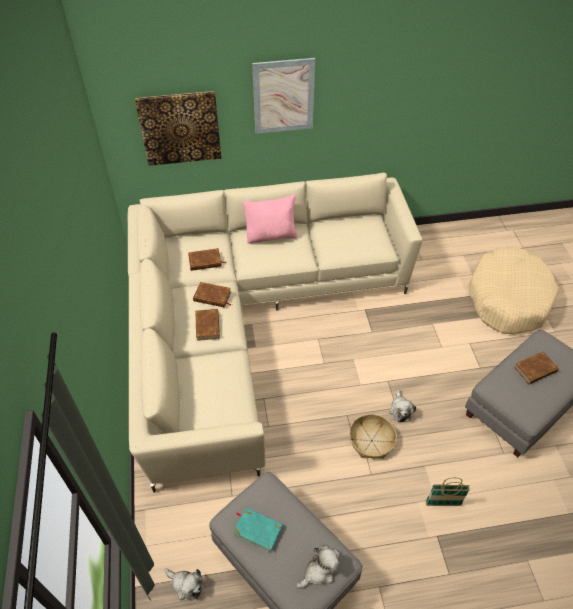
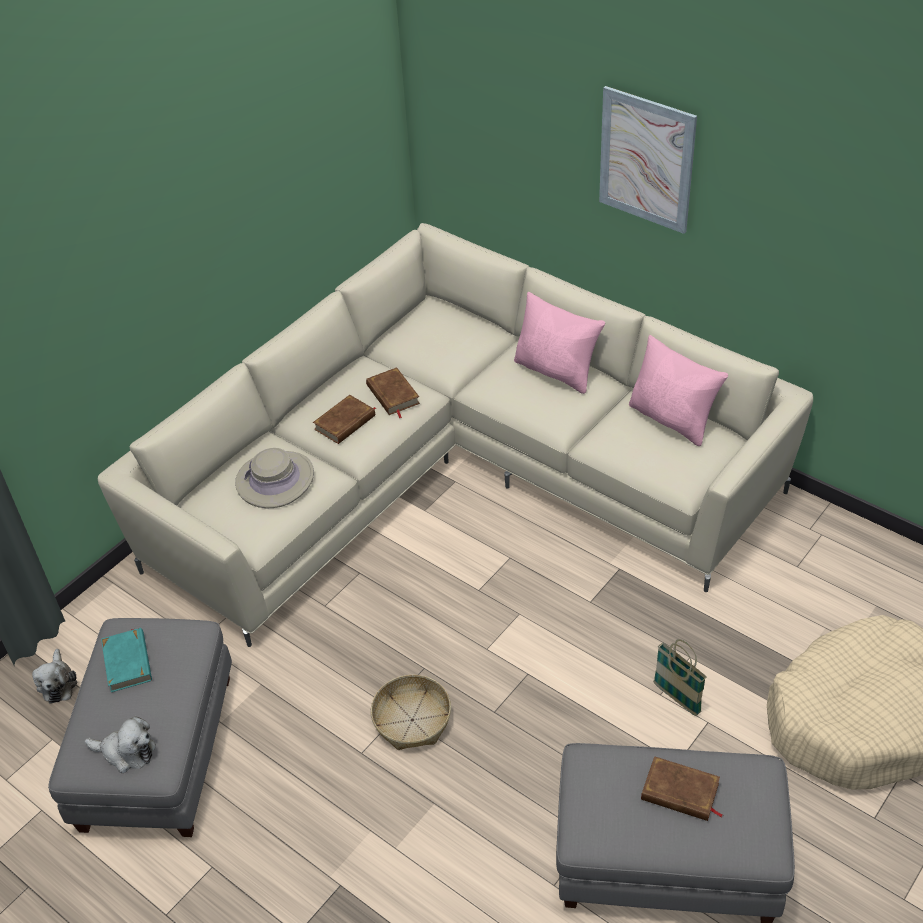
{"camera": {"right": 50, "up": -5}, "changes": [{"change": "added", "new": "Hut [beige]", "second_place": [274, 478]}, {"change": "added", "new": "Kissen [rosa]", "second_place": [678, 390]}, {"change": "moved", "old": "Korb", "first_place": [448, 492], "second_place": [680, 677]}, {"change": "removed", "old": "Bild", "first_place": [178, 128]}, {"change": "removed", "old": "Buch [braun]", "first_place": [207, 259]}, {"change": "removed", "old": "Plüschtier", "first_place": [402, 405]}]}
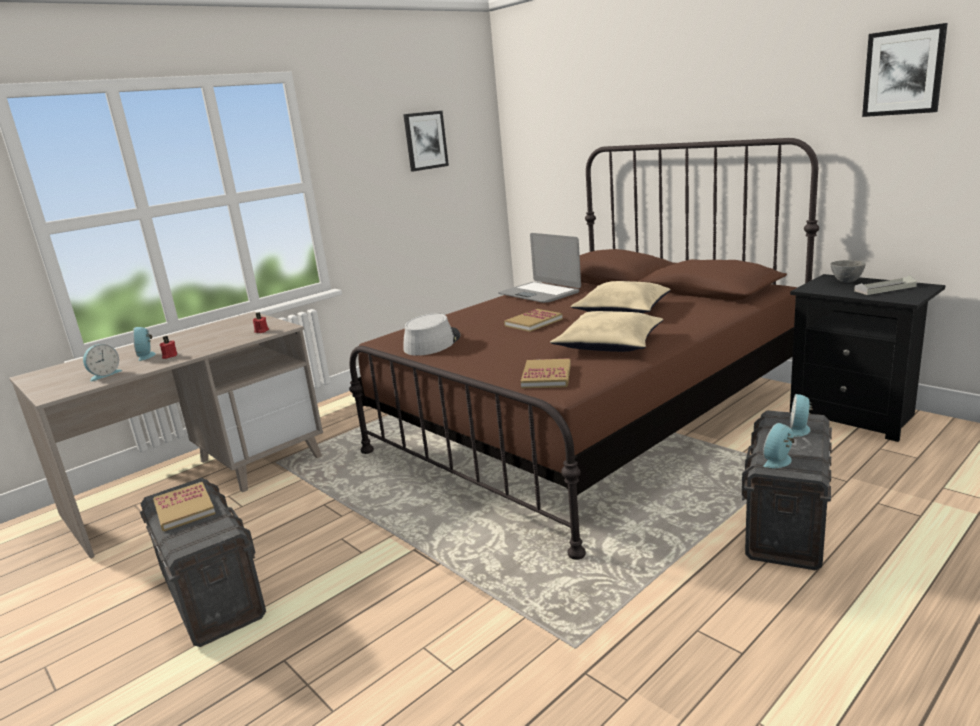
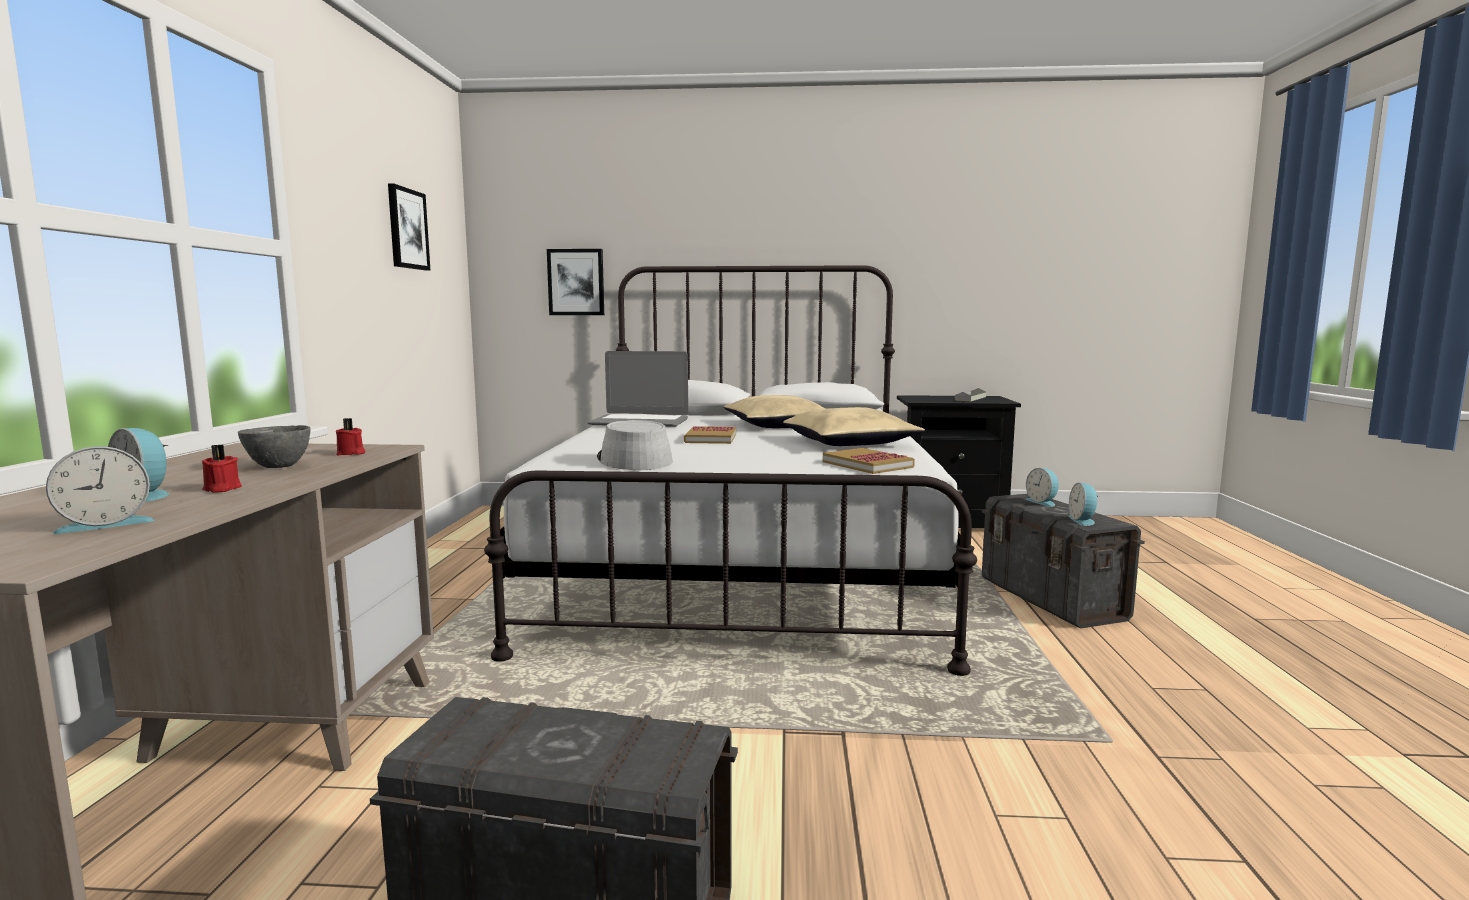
{"camera": {"right": -45, "up": -10}, "changes": [{"change": "turned", "old": "Wecker", "first_place": [103, 362], "second_place": [100, 490], "degrees": 60}, {"change": "moved", "old": "Schüssel [grau]", "first_place": [848, 271], "second_place": [274, 446]}, {"change": "recoloured", "old": "Bett [braun]", "new": "Bett [weiß]", "first_place": [584, 349], "second_place": [730, 470]}, {"change": "moved", "old": "Bild", "first_place": [905, 70], "second_place": [575, 282]}, {"change": "removed", "old": "Buch", "first_place": [184, 506]}]}
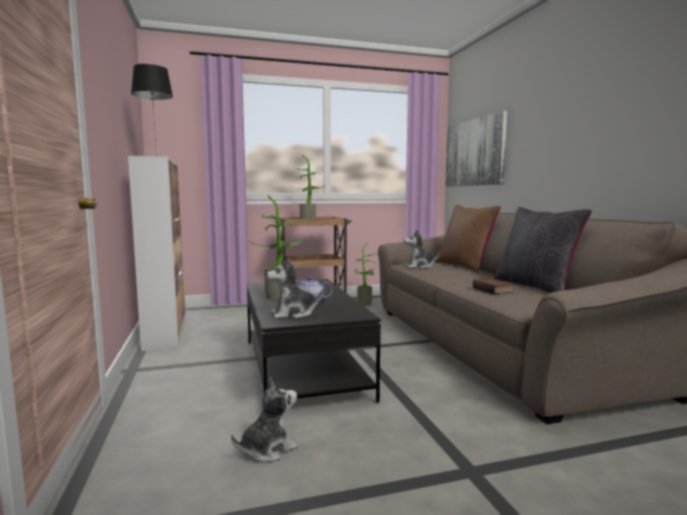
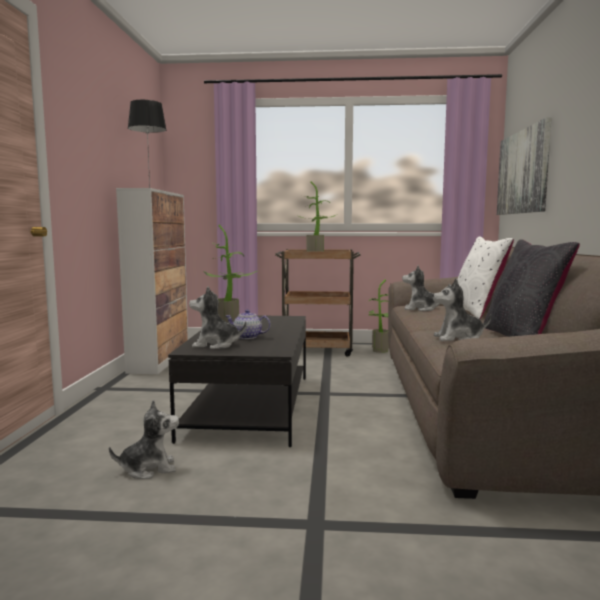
{"camera": {"right": 20, "up": 0}, "changes": [{"change": "replaced", "old": "Buch", "new": "Plüschtier", "first_place": [493, 286], "second_place": [462, 309]}, {"change": "recoloured", "old": "Kissen [braun]", "new": "Kissen [weiß]", "first_place": [468, 238], "second_place": [485, 278]}]}
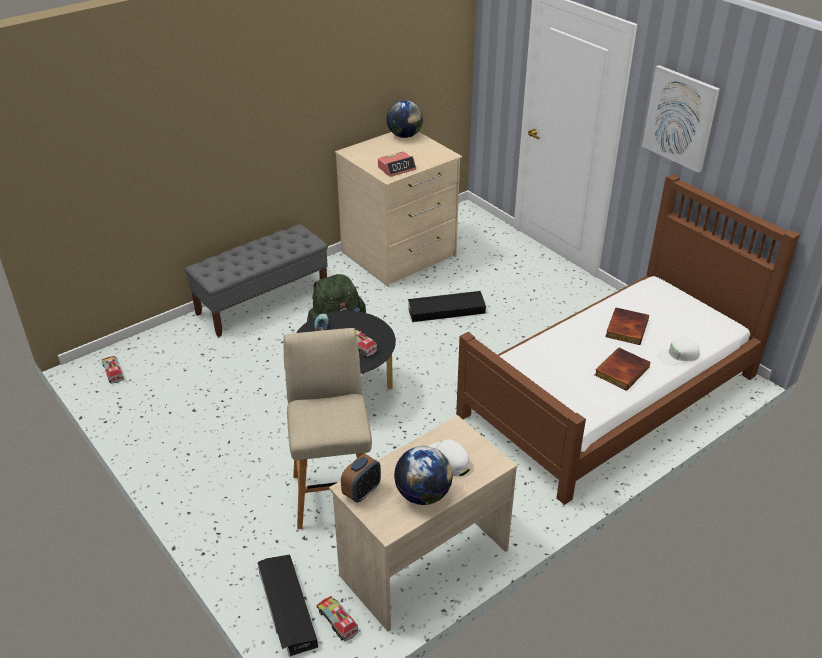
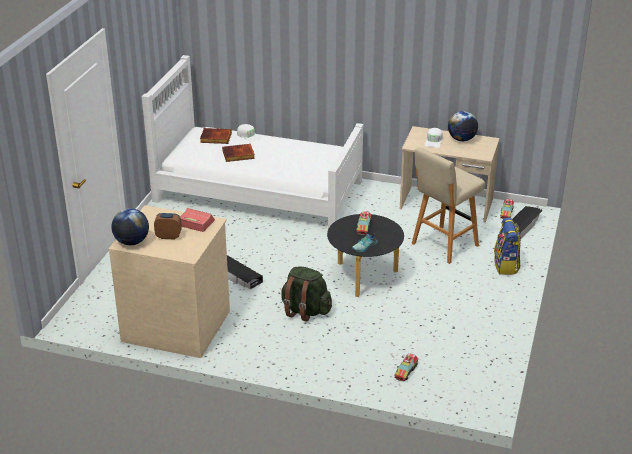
{"camera": {"right": -125, "up": -5}, "changes": [{"change": "recoloured", "old": "Bett [braun]", "new": "Bett [weiß]", "first_place": [628, 339], "second_place": [252, 142]}, {"change": "moved", "old": "Wecker", "first_place": [361, 478], "second_place": [168, 226]}, {"change": "moved", "old": "Buch", "first_place": [622, 369], "second_place": [216, 136]}, {"change": "moved", "old": "Spielzeuglaster", "first_place": [112, 370], "second_place": [406, 367]}, {"change": "added", "new": "Rucksack", "second_place": [507, 246]}, {"change": "removed", "old": "Bank [grau]", "first_place": [256, 280]}, {"change": "removed", "old": "Bild", "first_place": [681, 119]}]}
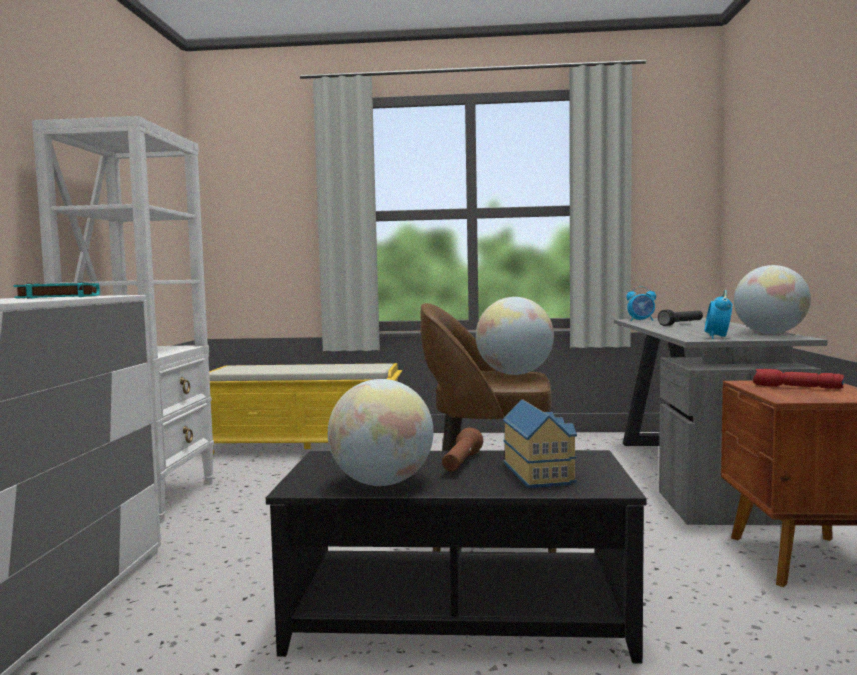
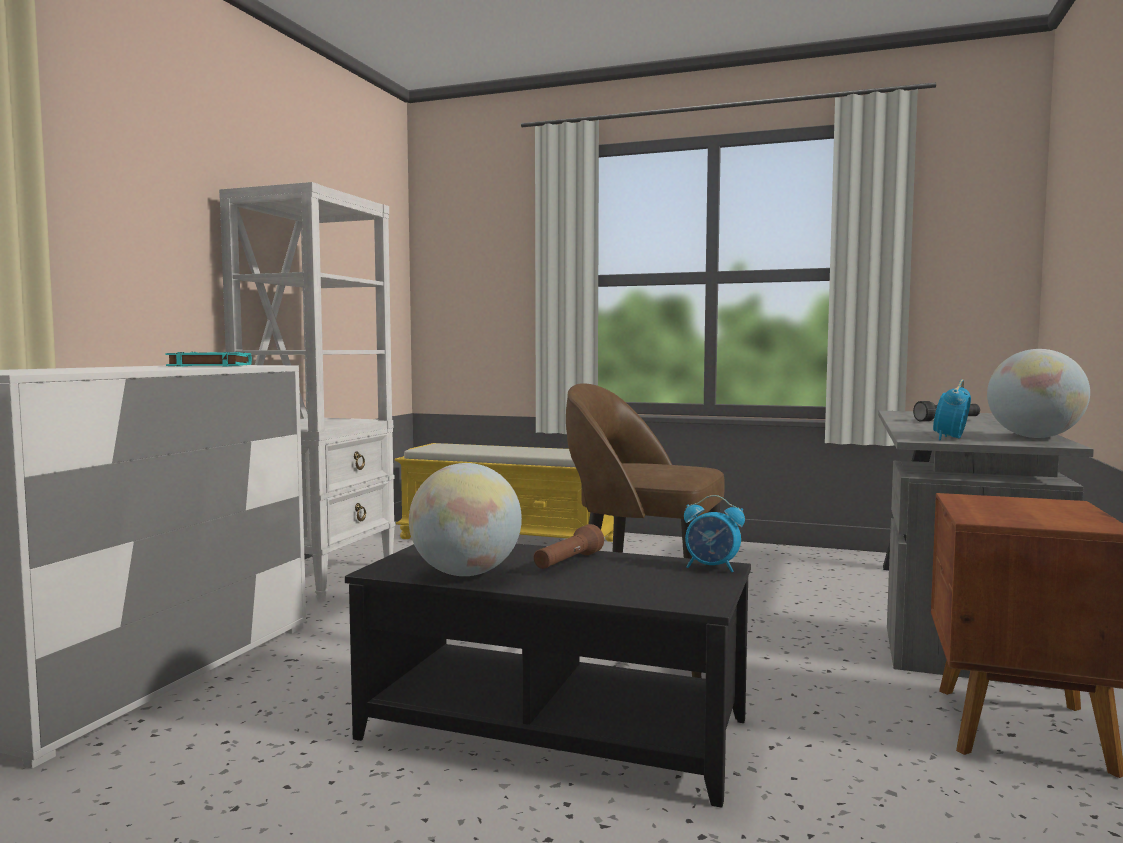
{"camera": {"right": 15, "up": 0}, "changes": [{"change": "moved", "old": "Wecker", "first_place": [641, 303], "second_place": [714, 533]}, {"change": "removed", "old": "Globus", "first_place": [515, 336]}, {"change": "removed", "old": "Spielzeughaus", "first_place": [540, 443]}, {"change": "removed", "old": "Taschenlampe [rot]", "first_place": [798, 379]}]}
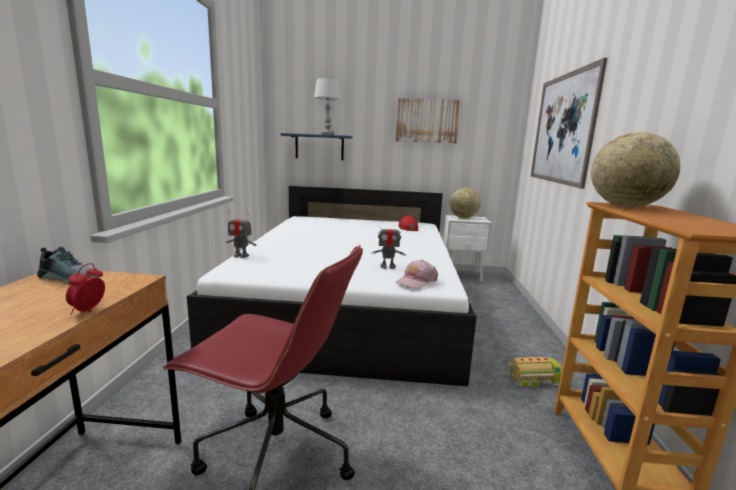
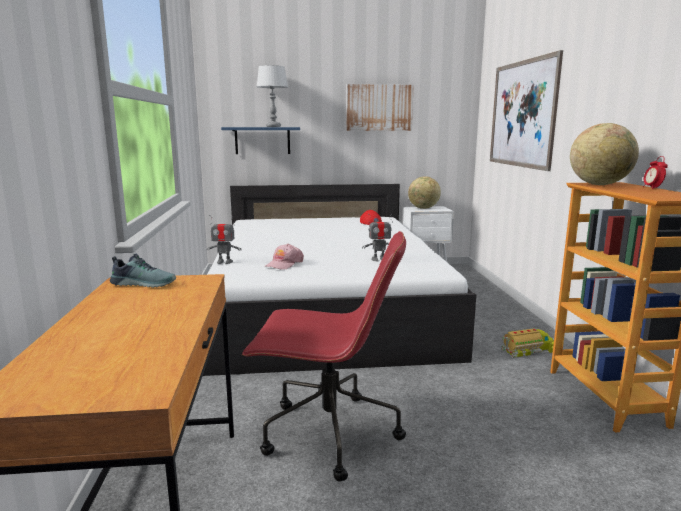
{"camera": {"right": -10, "up": 0}, "changes": [{"change": "moved", "old": "Kappe [rosa]", "first_place": [417, 274], "second_place": [284, 257]}, {"change": "moved", "old": "Wecker", "first_place": [85, 289], "second_place": [655, 172]}]}
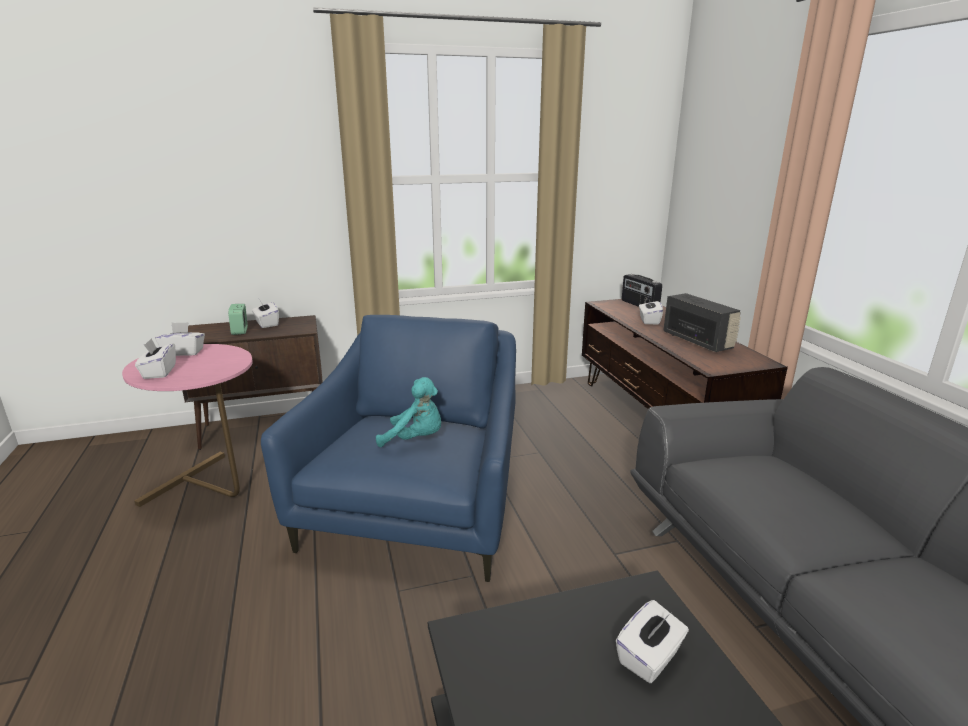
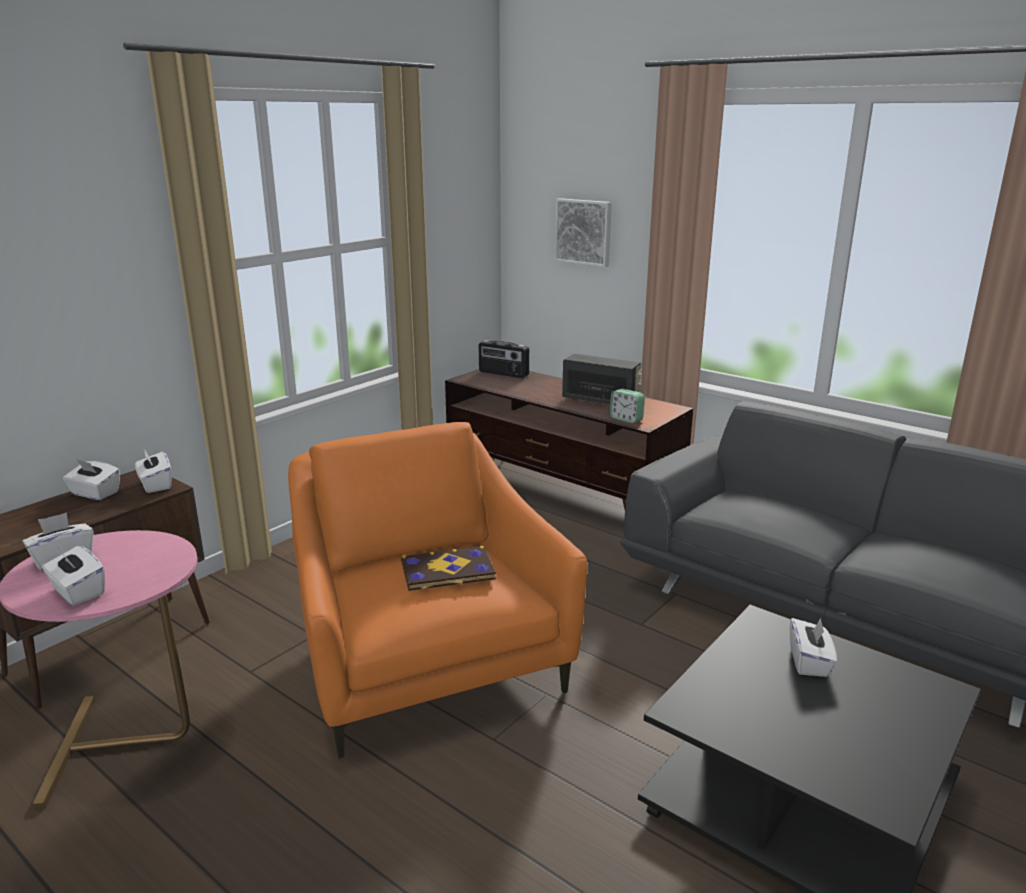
{"camera": {"right": -35, "up": 0}, "changes": [{"change": "moved", "old": "Taschentuchbox [weiß]", "first_place": [651, 311], "second_place": [153, 471]}, {"change": "recoloured", "old": "Sessel [blau]", "new": "Sessel [orange]", "first_place": [388, 448], "second_place": [437, 590]}, {"change": "replaced", "old": "Plüschtier [türkis]", "new": "Buch", "first_place": [408, 412], "second_place": [448, 568]}, {"change": "added", "new": "Bild", "second_place": [583, 232]}, {"change": "moved", "old": "Wecker", "first_place": [238, 319], "second_place": [627, 405]}]}
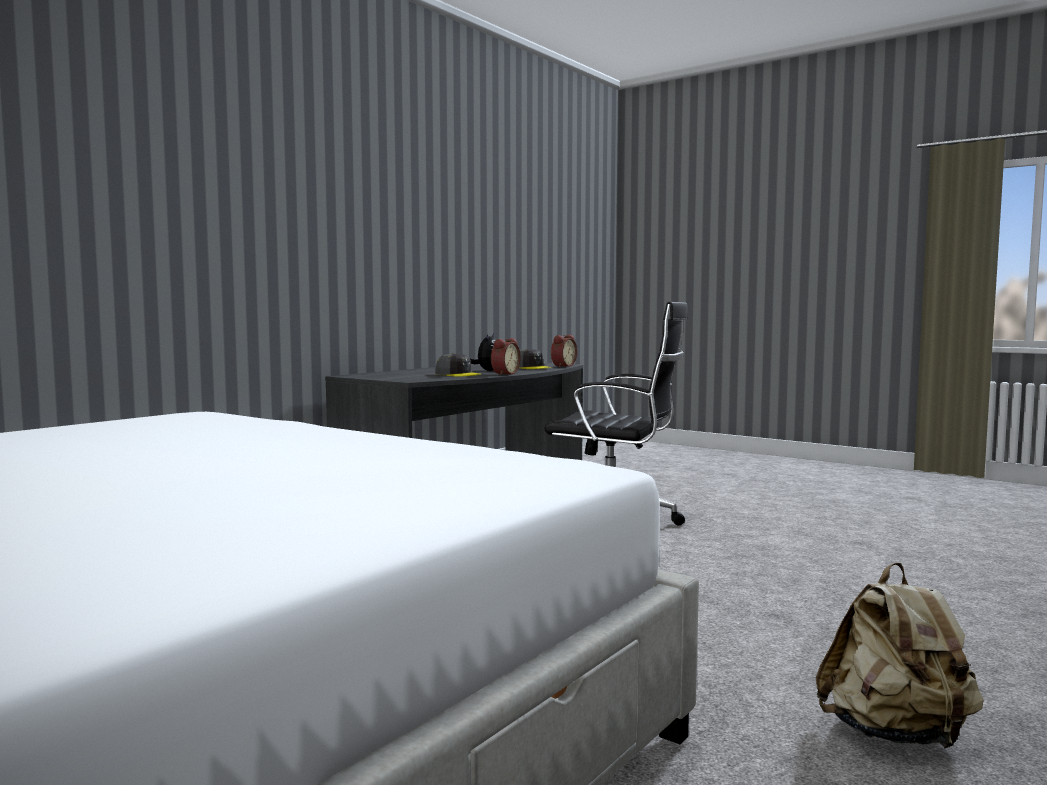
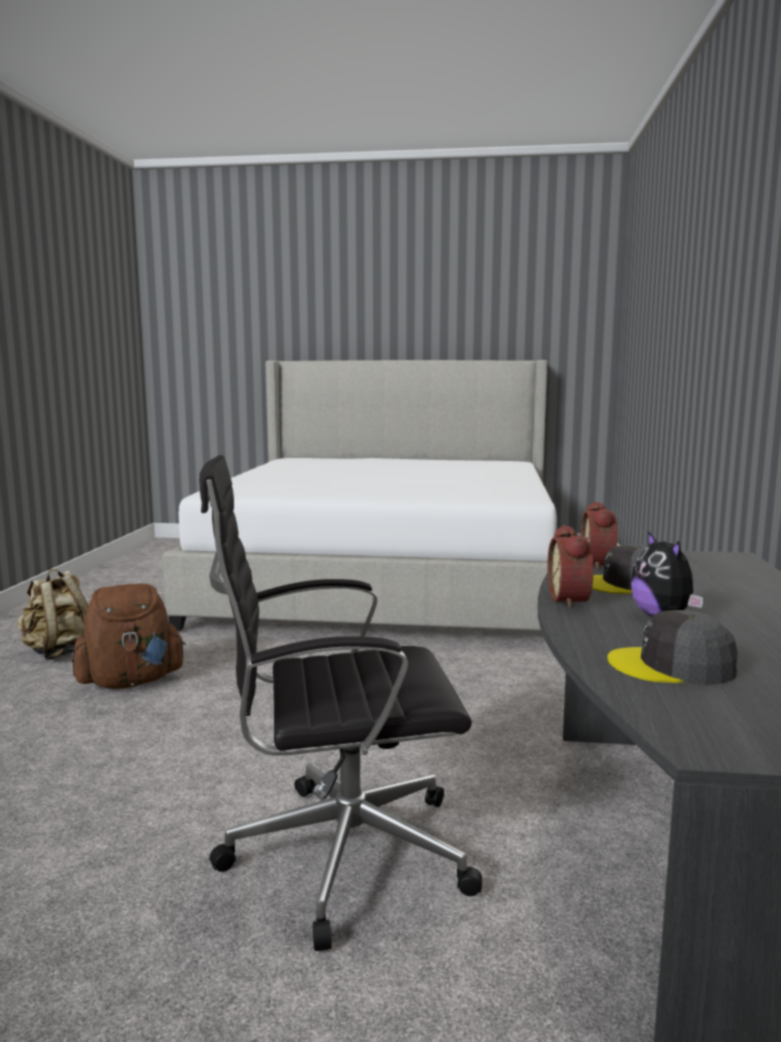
{"camera": {"right": 150, "up": 5}, "changes": [{"change": "added", "new": "Rucksack [braun]", "second_place": [129, 636]}, {"change": "moved", "old": "Wecker", "first_place": [564, 351], "second_place": [599, 535]}]}
